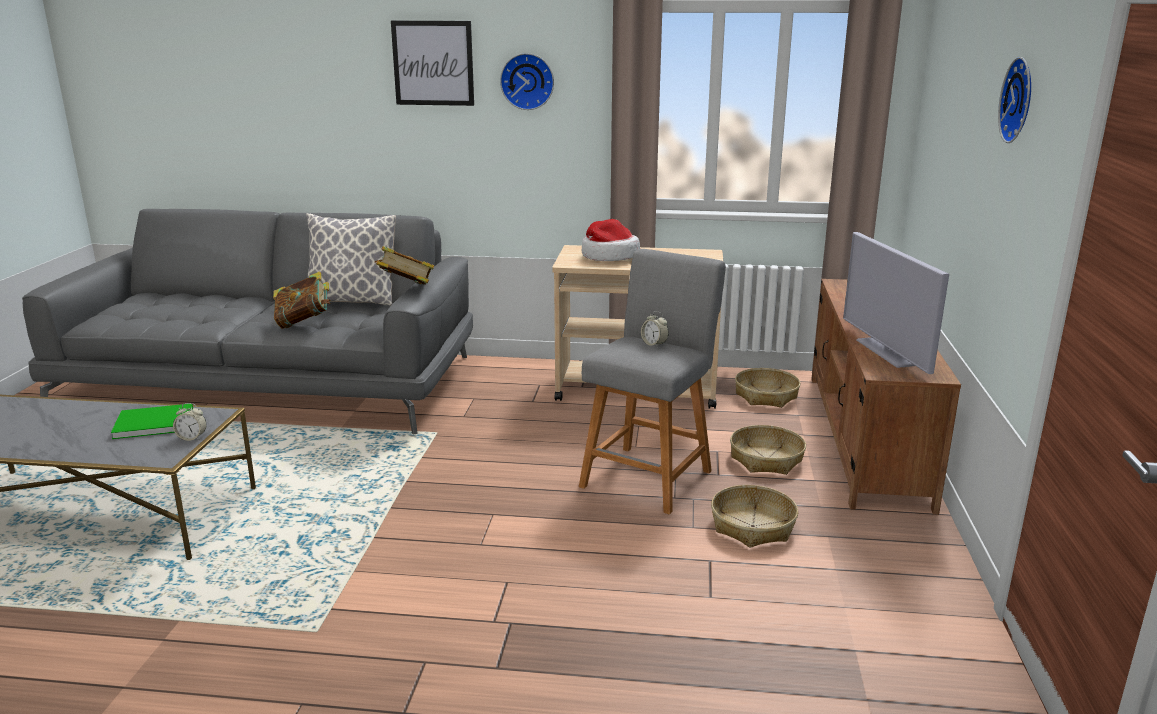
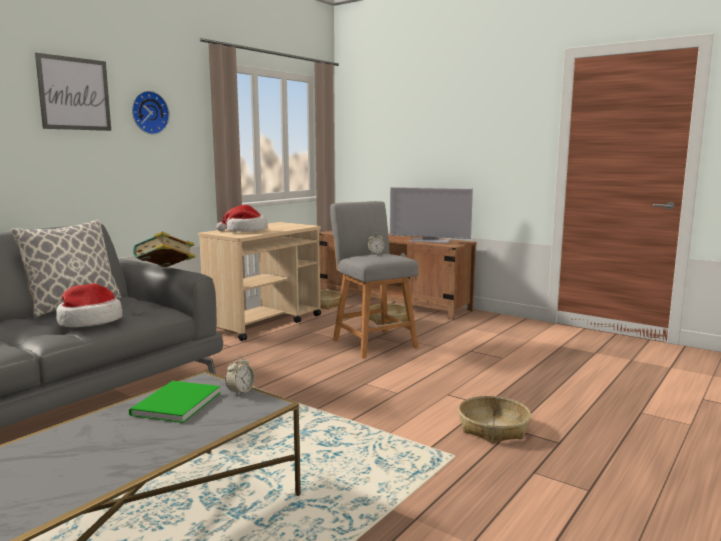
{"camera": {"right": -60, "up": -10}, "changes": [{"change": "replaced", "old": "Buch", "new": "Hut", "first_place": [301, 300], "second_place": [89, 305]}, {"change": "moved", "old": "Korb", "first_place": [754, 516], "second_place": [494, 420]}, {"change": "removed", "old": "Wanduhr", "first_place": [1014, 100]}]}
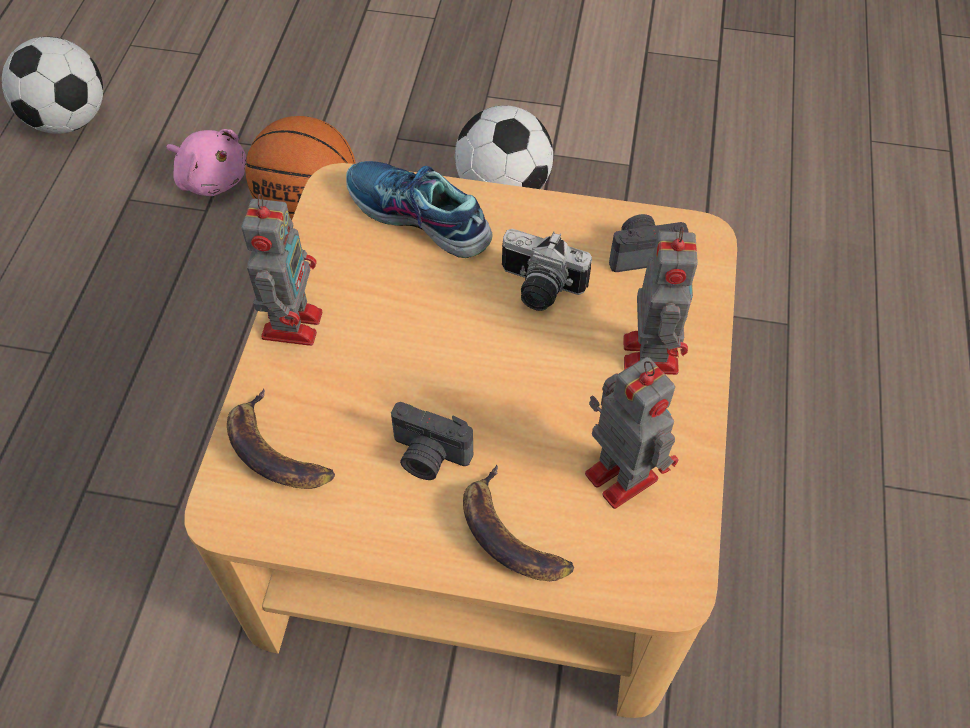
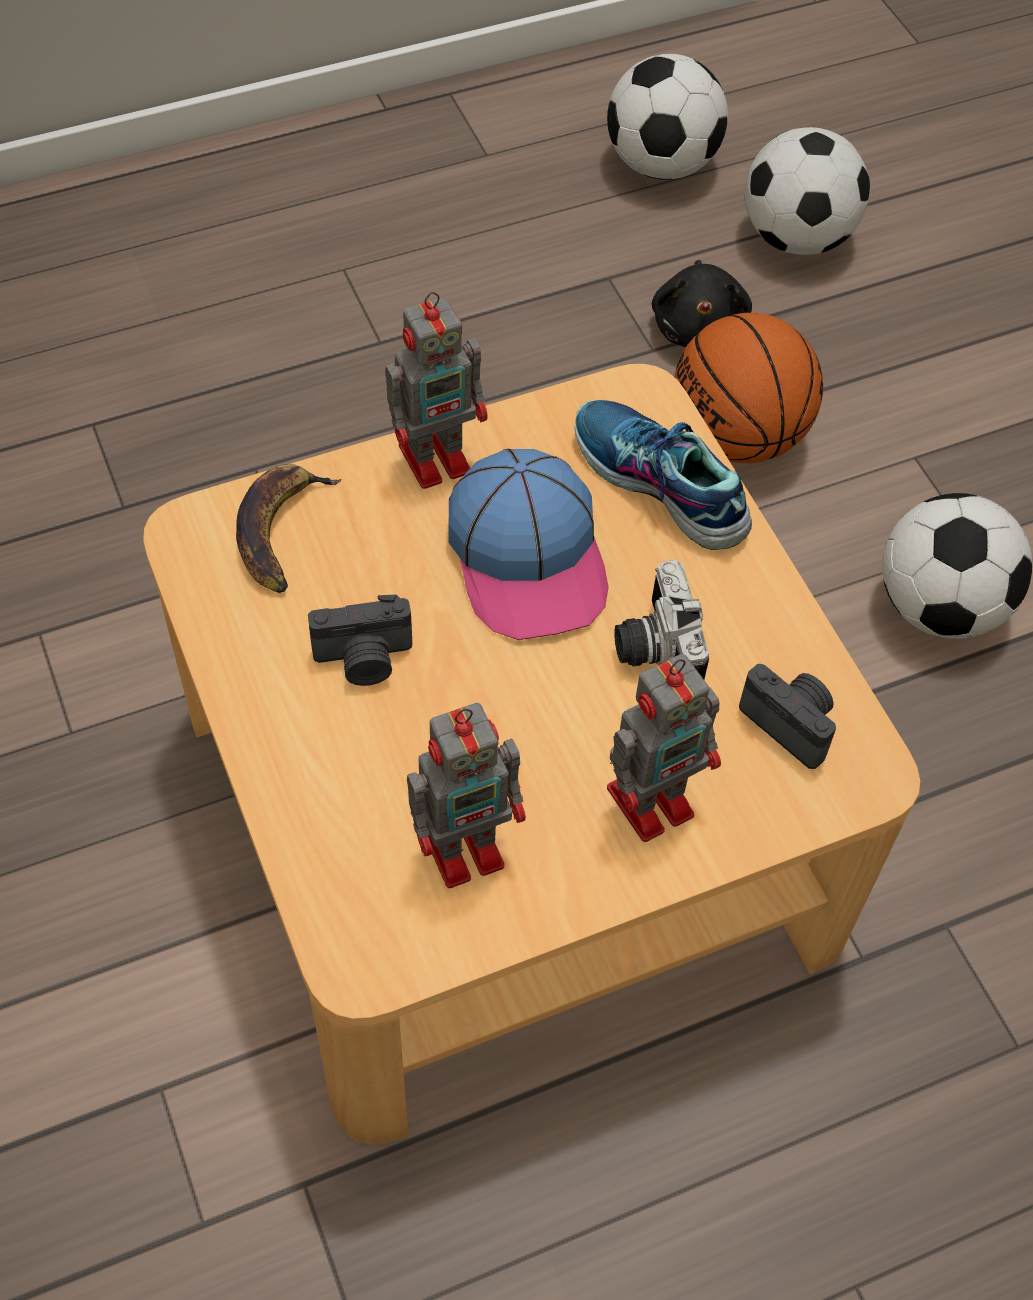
{"camera": {"right": 55, "up": 0}, "changes": [{"change": "turned", "old": "Kamera", "first_place": [432, 441], "second_place": [360, 640], "degrees": -90}, {"change": "turned", "old": "Spielzeugroboter", "first_place": [632, 433], "second_place": [466, 795], "degrees": 45}, {"change": "added", "new": "Kappe", "second_place": [528, 544]}, {"change": "turned", "old": "Schuh", "first_place": [419, 209], "second_place": [663, 475], "degrees": -45}, {"change": "recoloured", "old": "Plüschtier [rosa]", "new": "Plüschtier [schwarz]", "first_place": [206, 162], "second_place": [702, 303]}, {"change": "added", "new": "Fußball", "second_place": [807, 191]}, {"change": "removed", "old": "Banane", "first_place": [518, 523]}]}
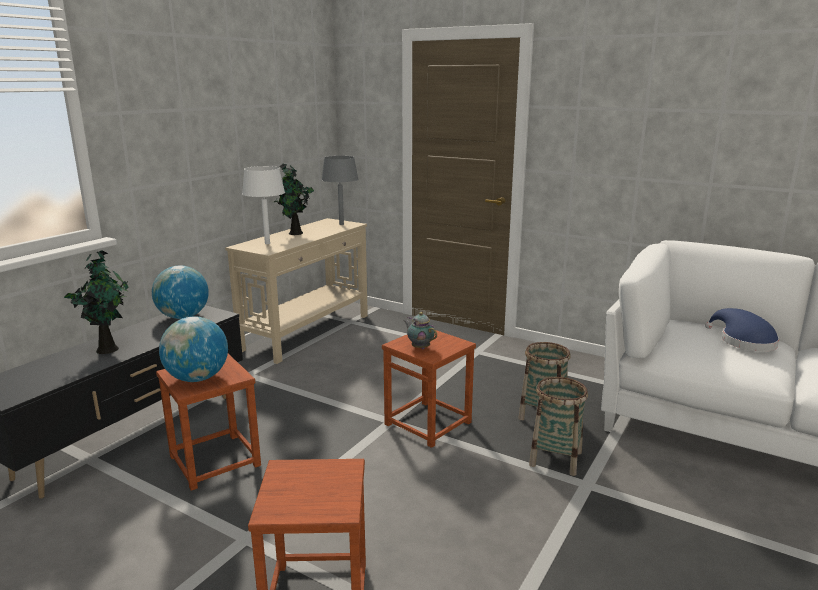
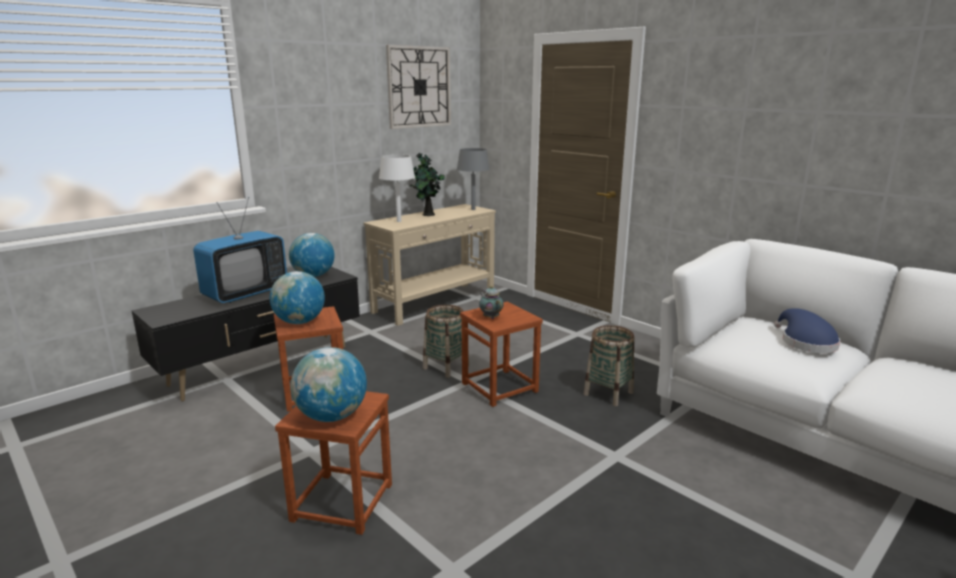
{"camera": {"right": 15, "up": 0}, "changes": [{"change": "replaced", "old": "Topfpflanze", "new": "Fernseher", "first_place": [96, 302], "second_place": [240, 250]}, {"change": "added", "new": "Globus", "second_place": [329, 384]}, {"change": "added", "new": "Wanduhr", "second_place": [418, 87]}, {"change": "moved", "old": "Korb", "first_place": [558, 426], "second_place": [446, 341]}]}
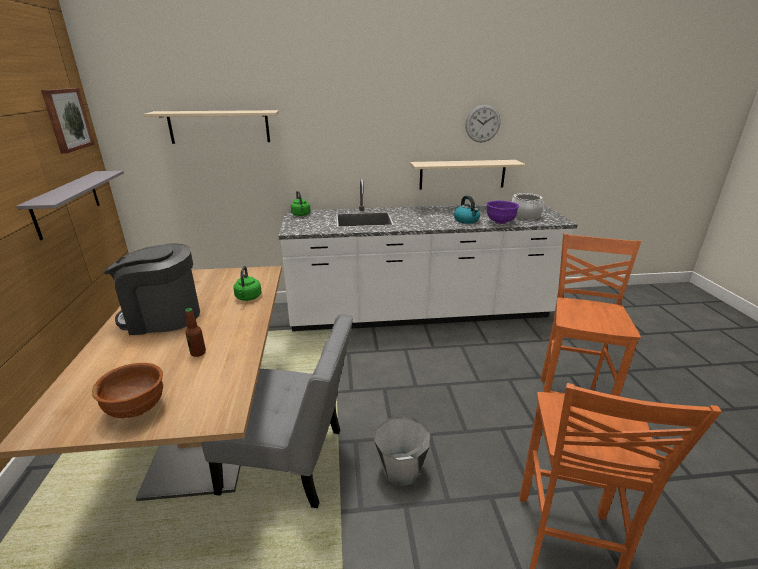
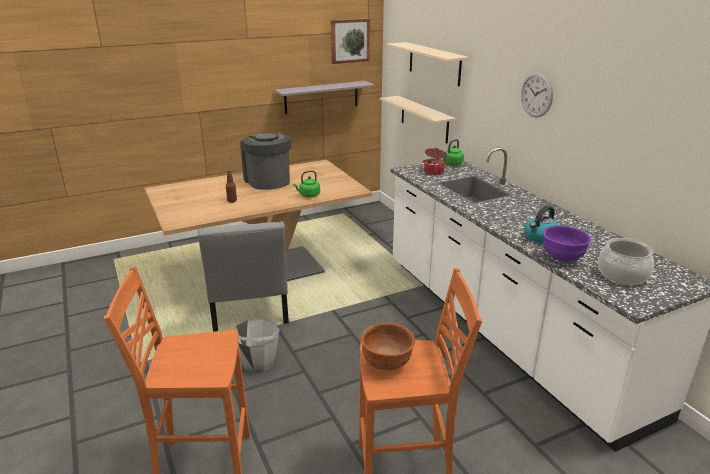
{"camera": {"right": 70, "up": 0}, "changes": [{"change": "moved", "old": "Schüssel [braun]", "first_place": [127, 390], "second_place": [388, 346]}, {"change": "moved", "old": "Wandregal [beige]", "first_place": [468, 175], "second_place": [418, 119]}, {"change": "added", "new": "Kochtopf", "second_place": [434, 161]}, {"change": "moved", "old": "Wanduhr", "first_place": [482, 123], "second_place": [537, 95]}]}
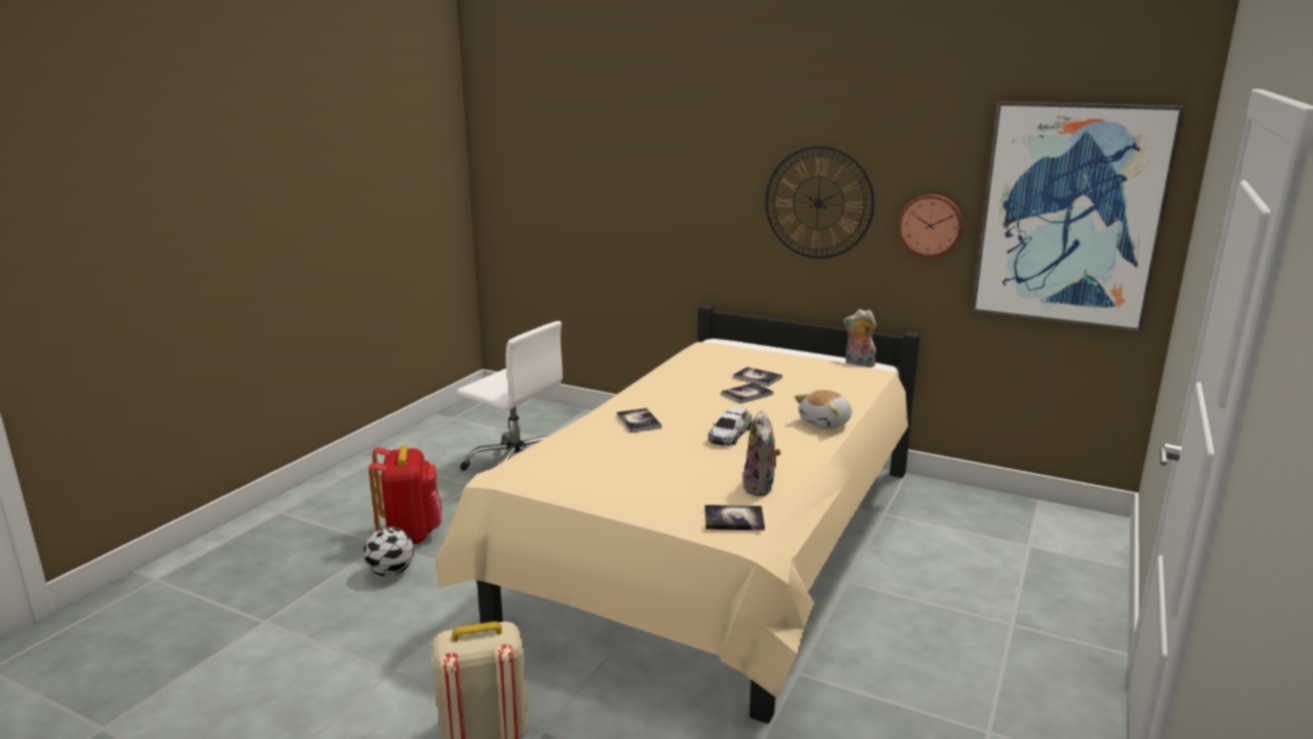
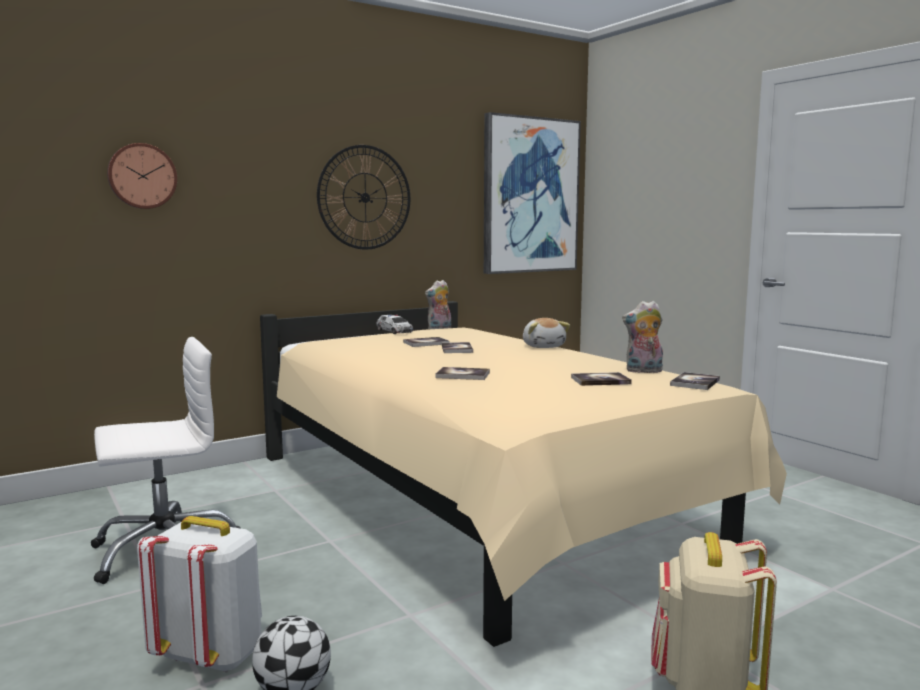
{"camera": {"right": -60, "up": -10}, "changes": [{"change": "moved", "old": "Wanduhr", "first_place": [930, 225], "second_place": [142, 176]}, {"change": "recoloured", "old": "Rucksack [rot]", "new": "Rucksack [weiß]", "first_place": [405, 495], "second_place": [199, 594]}, {"change": "moved", "old": "Spielzeugauto", "first_place": [730, 426], "second_place": [395, 324]}, {"change": "added", "new": "Buch", "second_place": [601, 379]}, {"change": "turned", "old": "Plüschtier", "first_place": [761, 453], "second_place": [642, 337], "degrees": 150}]}
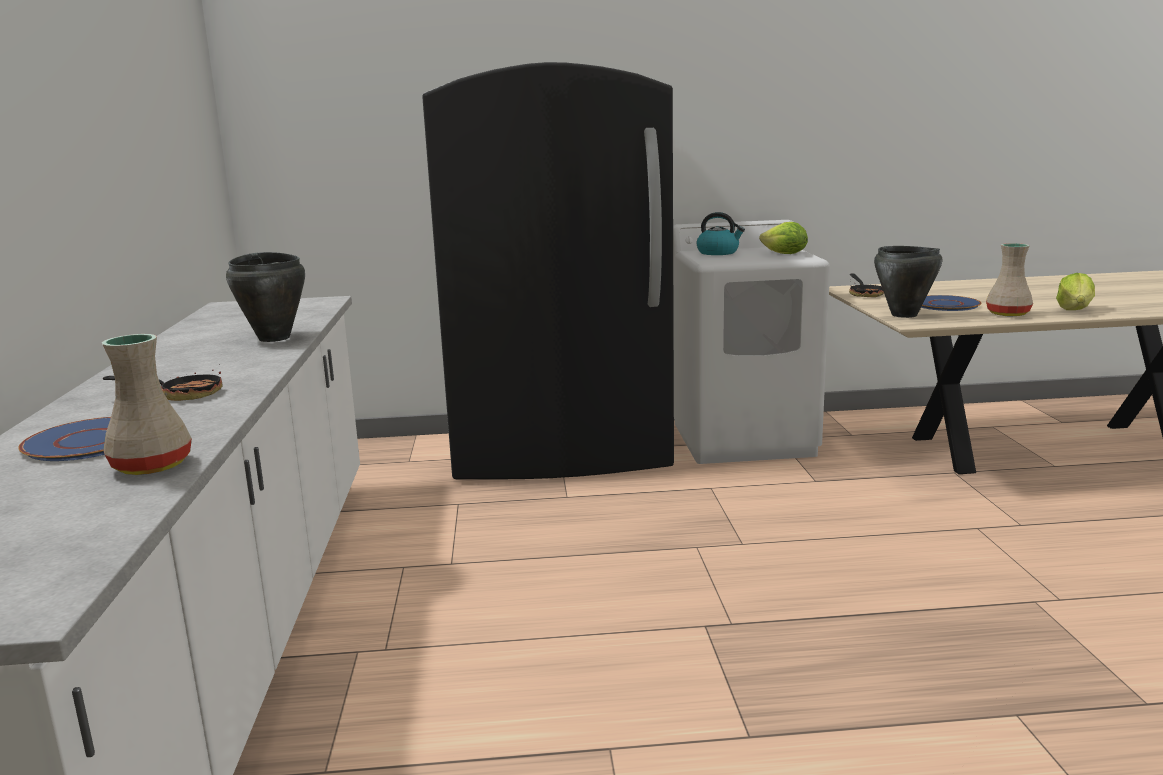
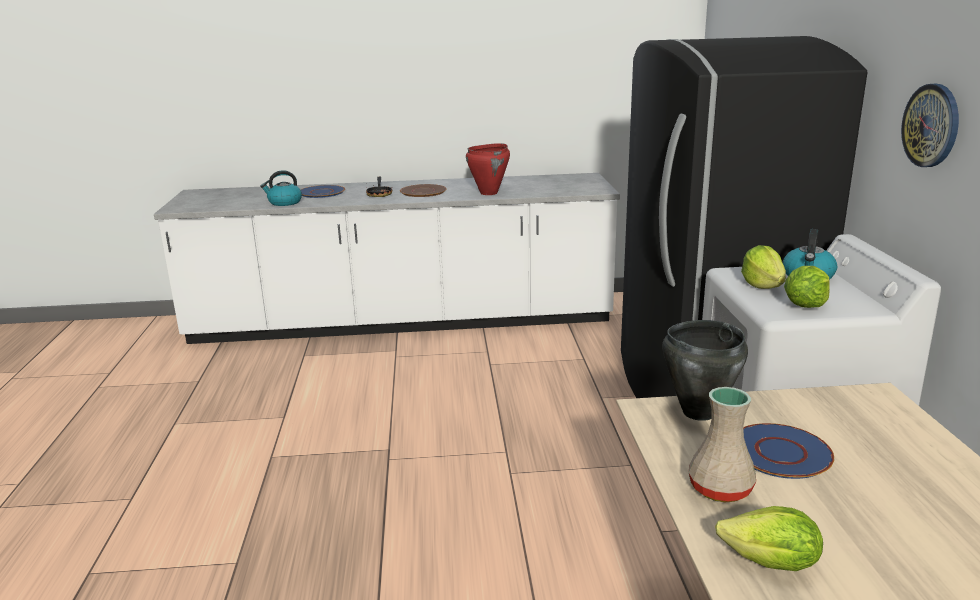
{"camera": {"right": 90, "up": 5}, "changes": [{"change": "replaced", "old": "Vase [beige]", "new": "Wasserkessel", "first_place": [147, 404], "second_place": [281, 188]}, {"change": "added", "new": "Teller [braun]", "second_place": [423, 190]}, {"change": "recoloured", "old": "Kochtopf [schwarz]", "new": "Kochtopf [rot]", "first_place": [265, 297], "second_place": [488, 169]}, {"change": "added", "new": "Salatkopf", "second_place": [763, 267]}, {"change": "added", "new": "Wanduhr", "second_place": [930, 125]}, {"change": "removed", "old": "Pfanne", "first_place": [866, 285]}]}
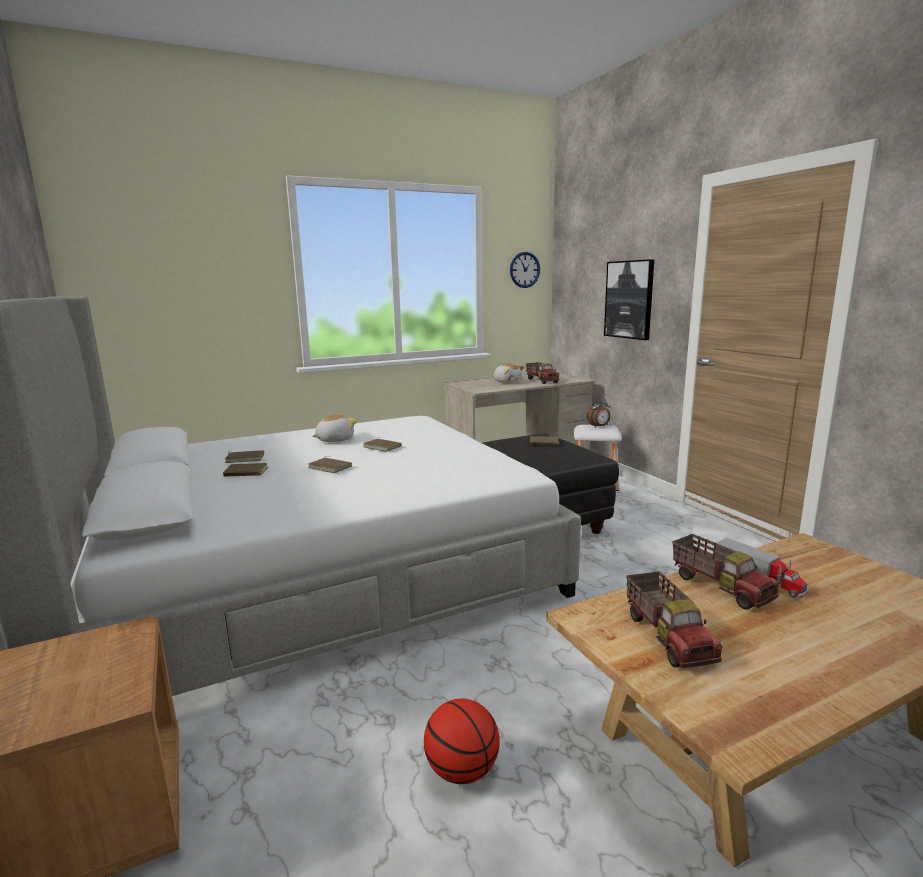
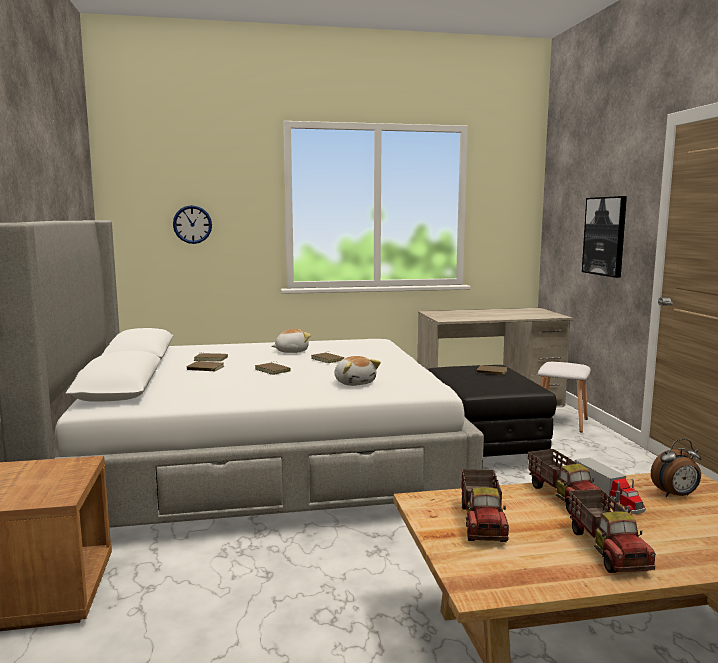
{"camera": {"right": 15, "up": -5}, "changes": [{"change": "moved", "old": "Wanduhr", "first_place": [525, 270], "second_place": [192, 224]}, {"change": "moved", "old": "Plüschtier", "first_place": [508, 373], "second_place": [358, 371]}, {"change": "moved", "old": "Spielzeuglaster", "first_place": [543, 373], "second_place": [612, 531]}, {"change": "moved", "old": "Wecker", "first_place": [598, 412], "second_place": [676, 468]}, {"change": "removed", "old": "Basketball", "first_place": [461, 741]}]}
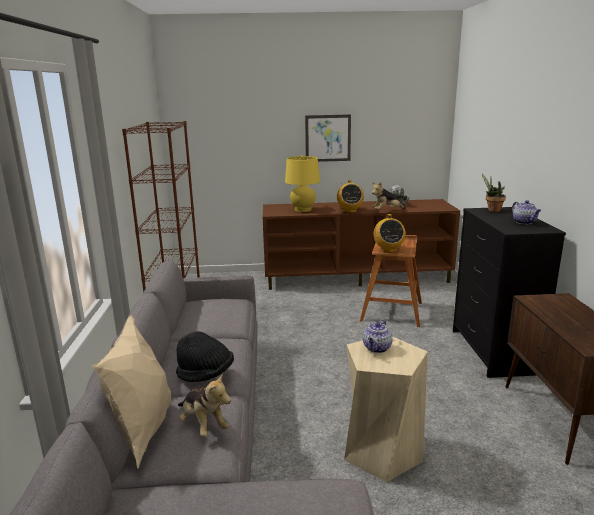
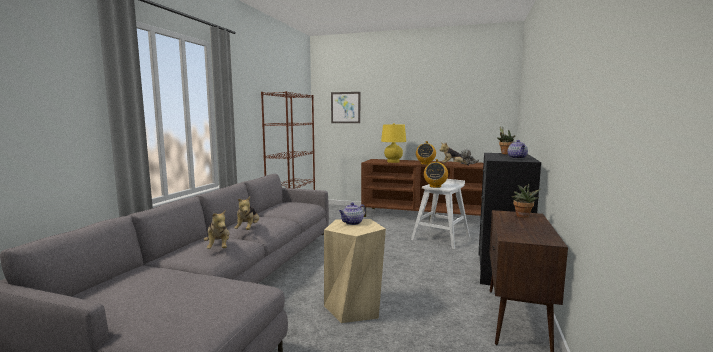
{"camera": {"right": 20, "up": -10}, "changes": [{"change": "replaced", "old": "Hut [schwarz]", "new": "Plüschtier", "first_place": [205, 356], "second_place": [246, 213]}, {"change": "moved", "old": "Bild", "first_place": [328, 138], "second_place": [345, 107]}, {"change": "recoloured", "old": "Hocker [braun]", "new": "Hocker [weiß]", "first_place": [391, 281], "second_place": [440, 214]}, {"change": "added", "new": "Topfpflanze", "second_place": [526, 200]}, {"change": "removed", "old": "Kissen [beige]", "first_place": [131, 392]}]}
